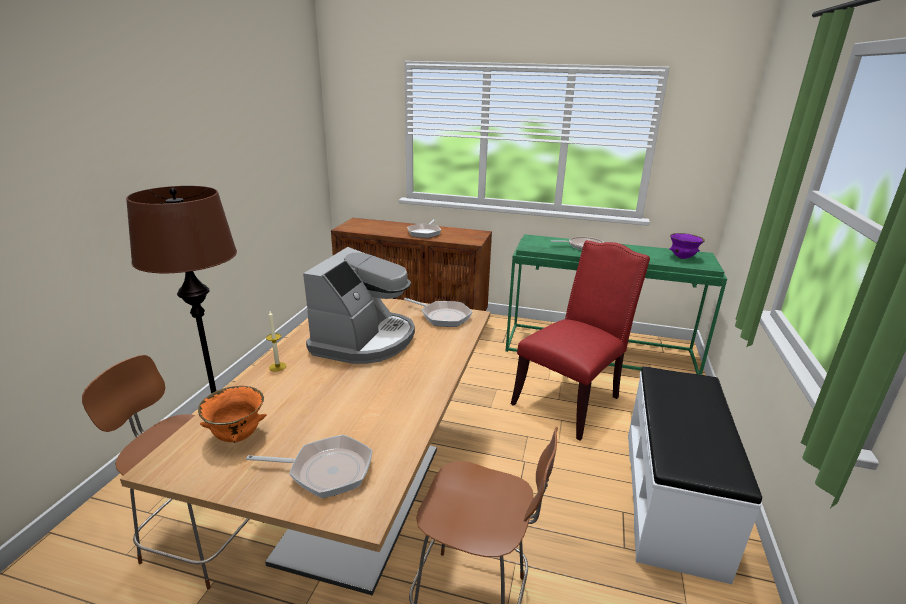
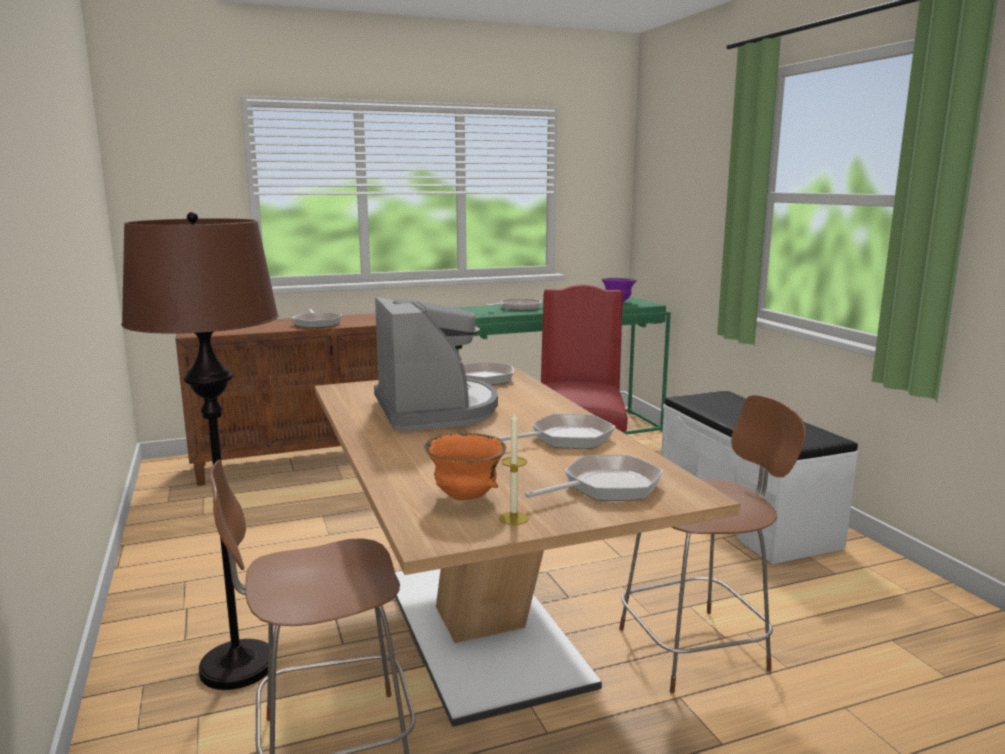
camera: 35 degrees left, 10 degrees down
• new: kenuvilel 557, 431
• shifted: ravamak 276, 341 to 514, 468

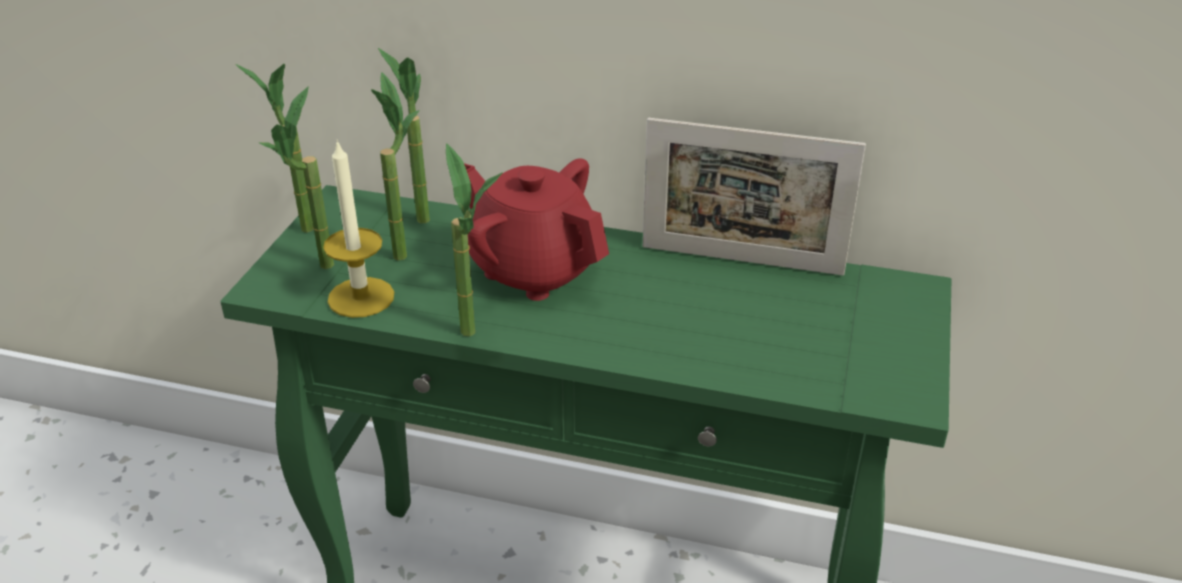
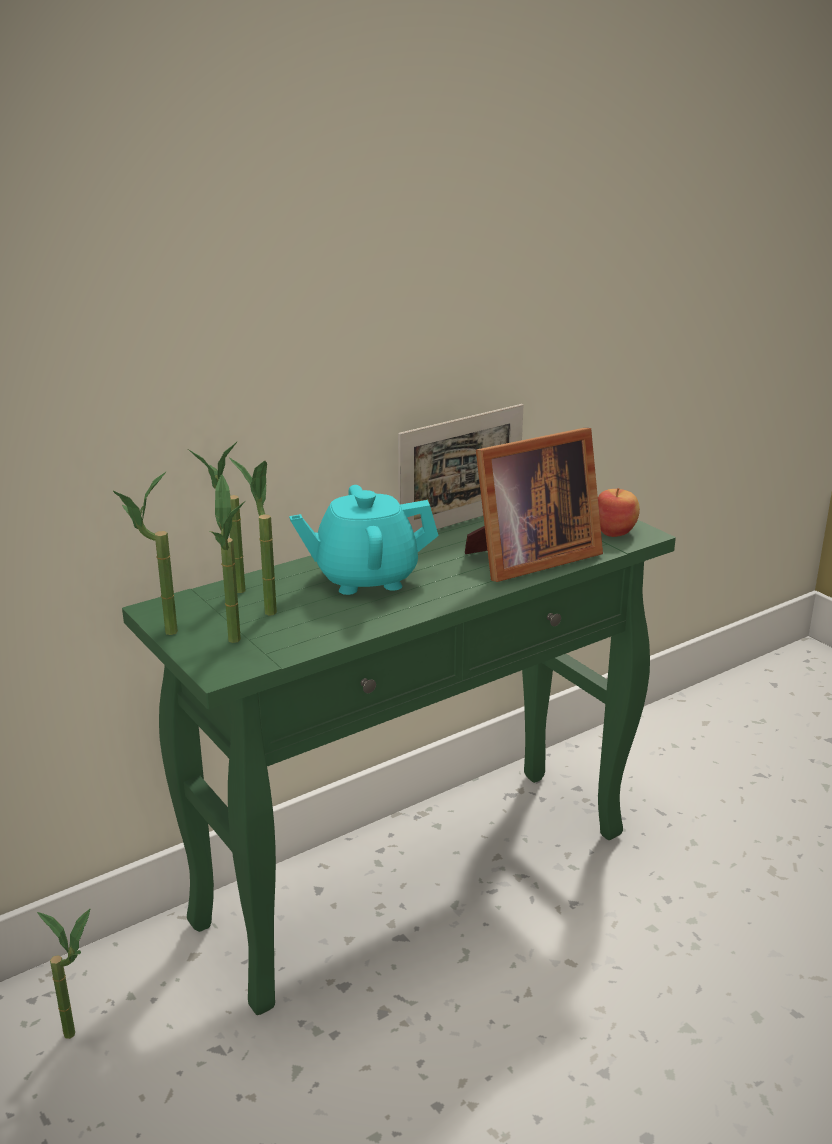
camera: 50 degrees left, 10 degrees down
• gone: ravamak 358, 228
• new: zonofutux 534, 505
• new: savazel 619, 512
• shifted: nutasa 474, 239 to 63, 974
• repainted: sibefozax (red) 536, 229 to sibefozax (turquoise) 364, 540

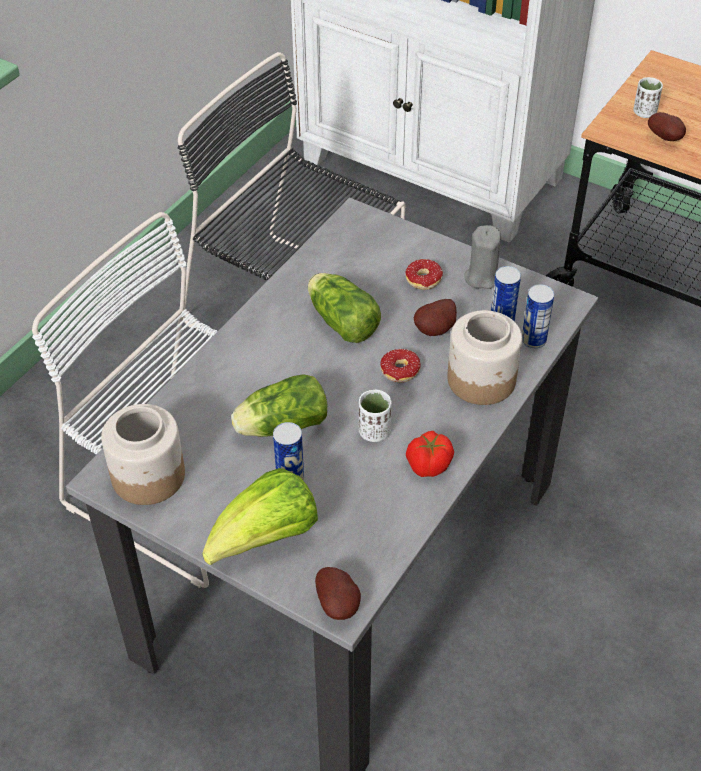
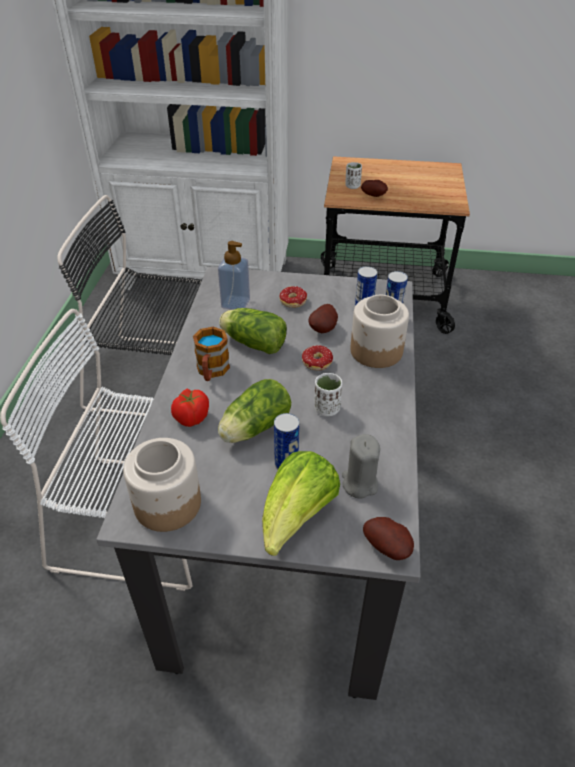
camera: 25 degrees left, 5 degrees down
• new: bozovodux 211, 354
• new: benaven 234, 275
• shifted: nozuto 430, 454 to 190, 408
• shifted: ravamak (grey) 482, 257 to 361, 466

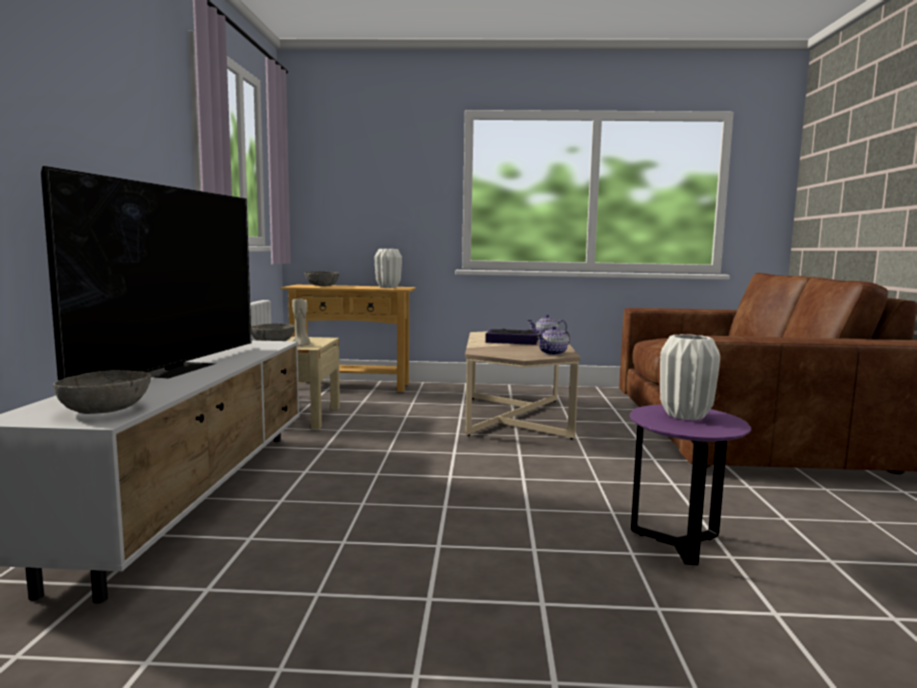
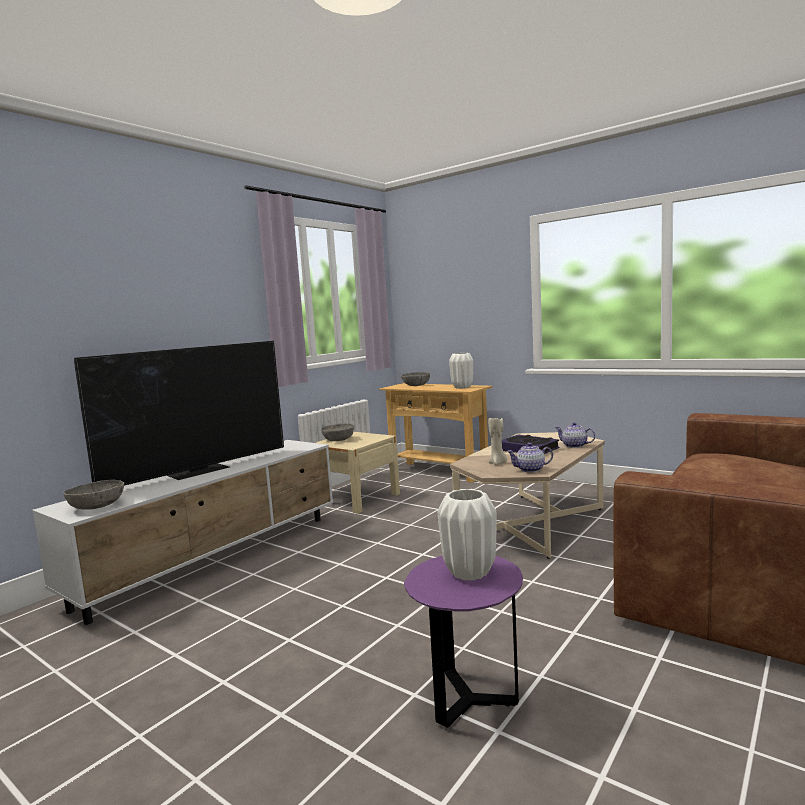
camera: 35 degrees right, 0 degrees up
• shifted: ravamak (beige) 301, 322 to 497, 440

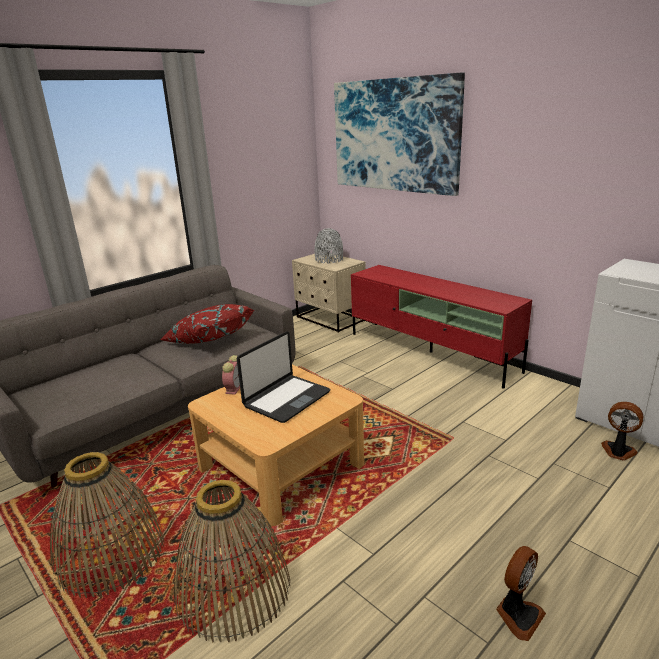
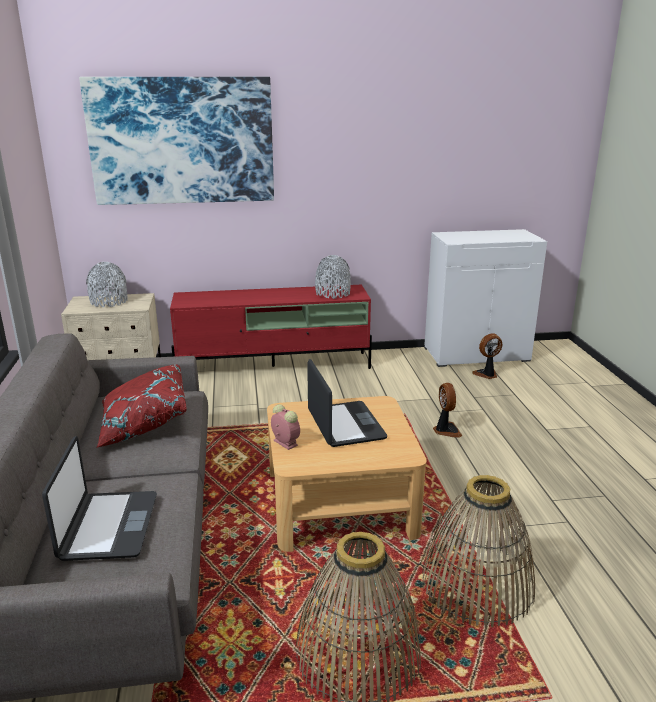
camera: 55 degrees left, 0 degrees up
• new: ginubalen 99, 498
• new: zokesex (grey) 333, 277
• shifted: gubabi 521, 593 to 448, 410

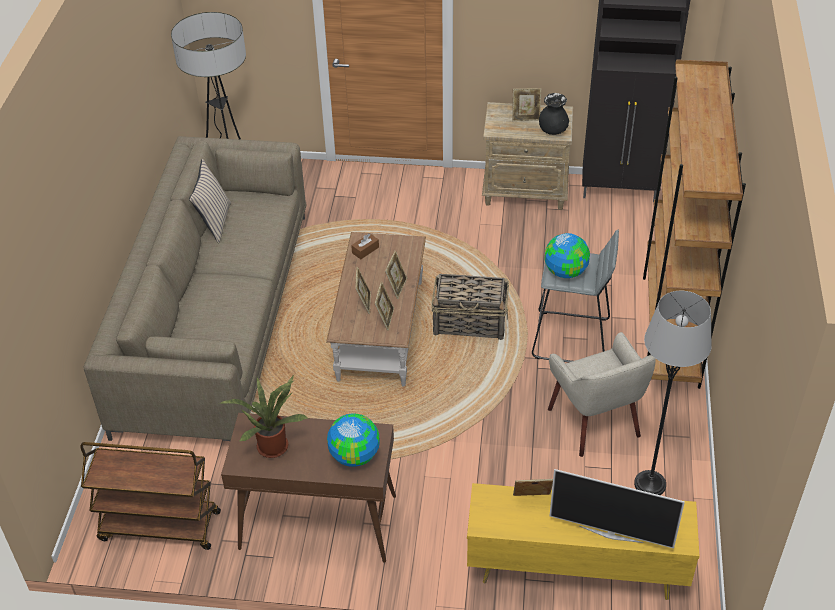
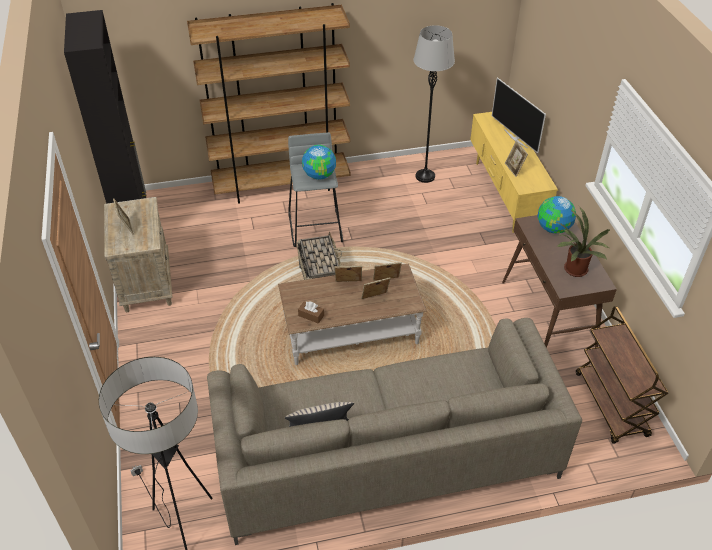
camera: 110 degrees left, 0 degrees up
• gone: zokesex (black) 554, 114
• gone: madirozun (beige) 602, 394
• rotated: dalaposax 617, 509 = 519, 115 150 degrees clockwise

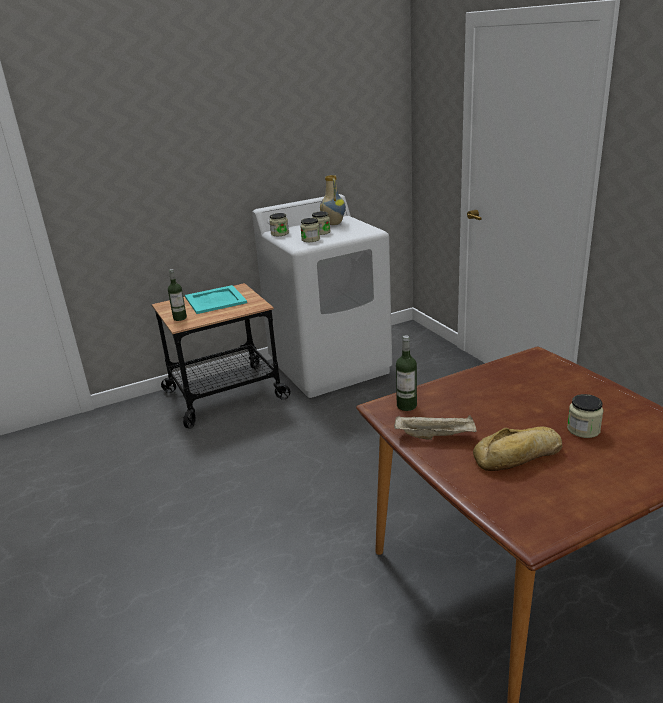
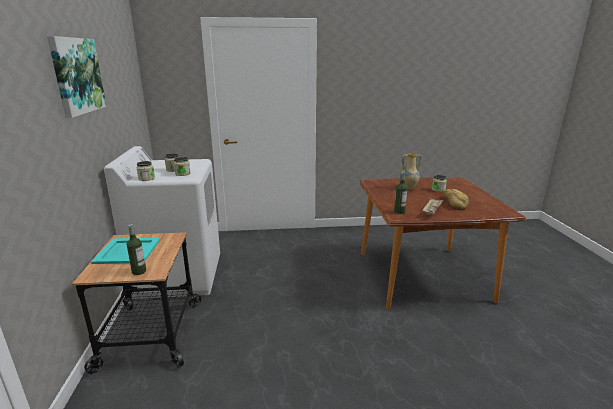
camera: 70 degrees left, 5 degrees down
• new: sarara 77, 77
• shifted: zokesex 333, 200 to 410, 171

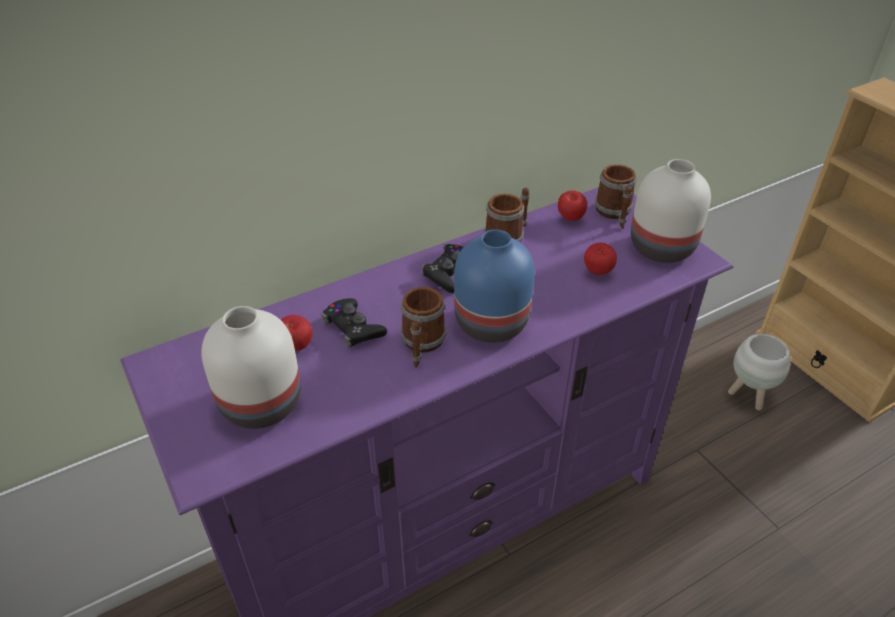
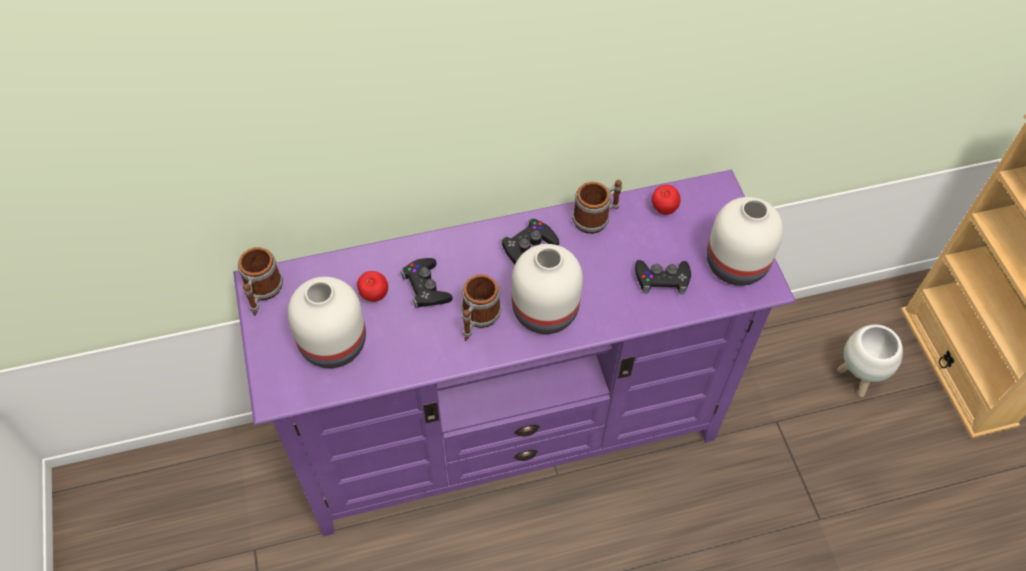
camera: 15 degrees right, 15 degrees up
• shifted: bozovodux 615, 196 to 260, 281
• swapped: savazel 600, 259 to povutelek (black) 663, 277
• repainted: zokesex (blue) 494, 286 to zokesex (white) 547, 289

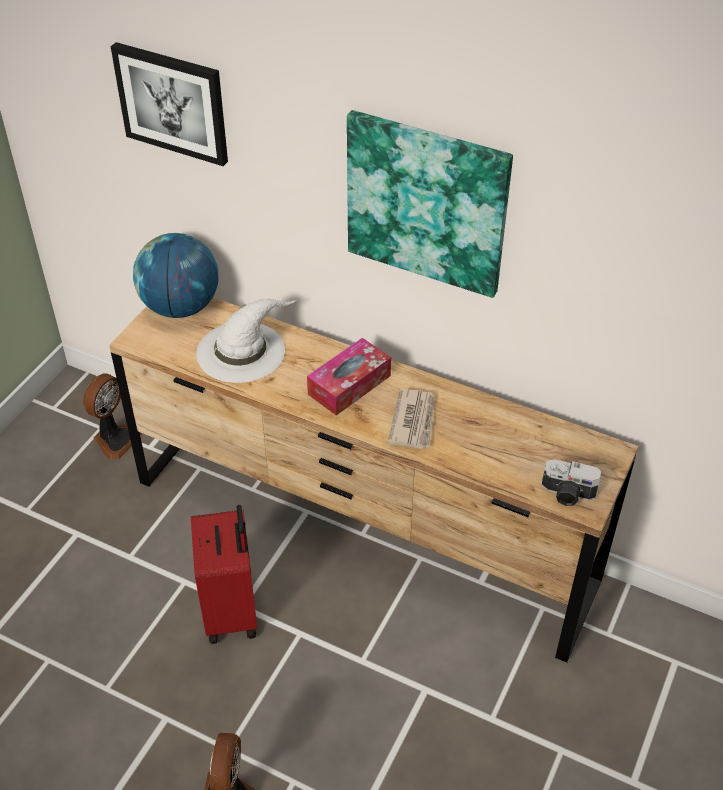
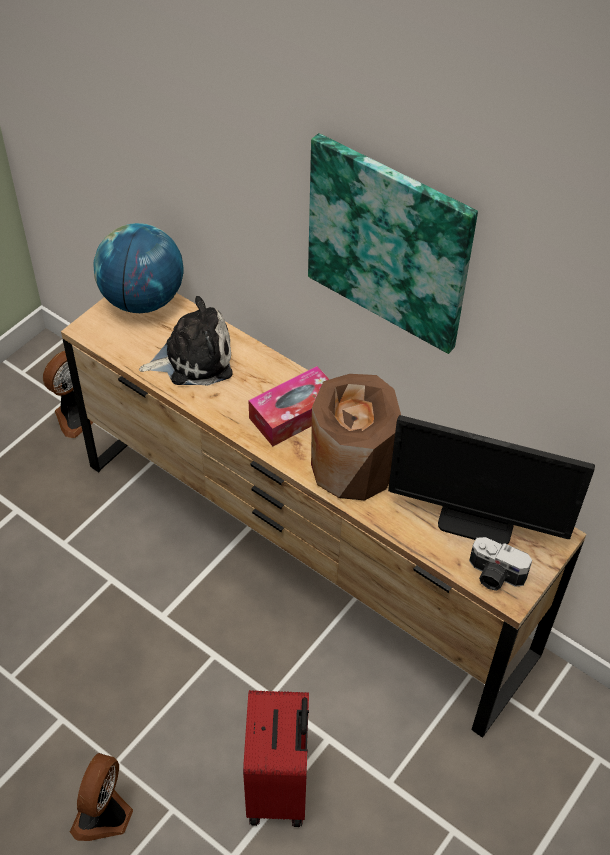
camera: 10 degrees right, 5 degrees up
• gone: sarara 169, 104
• new: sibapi 491, 480
• shifted: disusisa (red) 224, 574 to 276, 758
• swapped: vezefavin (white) 246, 341 to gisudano 186, 341
• swapped: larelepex 411, 419 to zokesex (brown) 356, 437

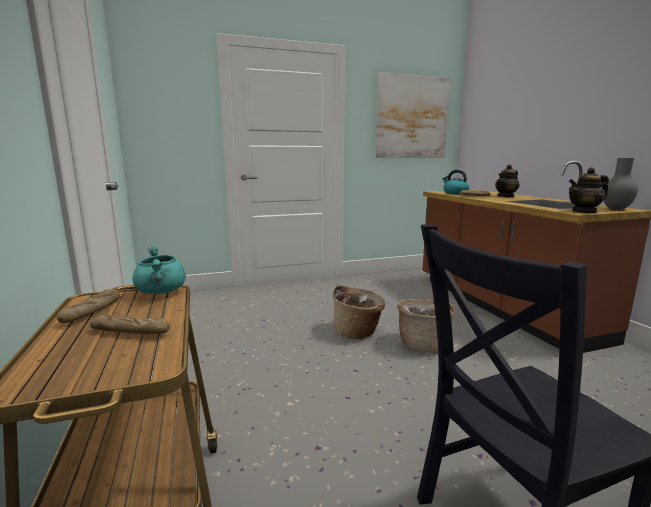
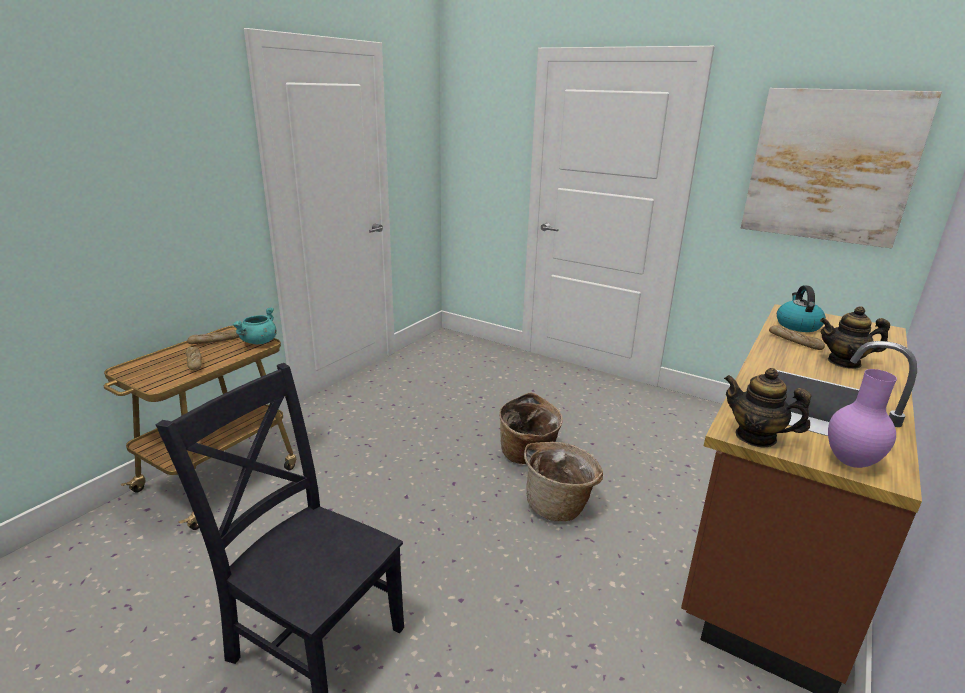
camera: 50 degrees right, 10 degrees up
• repainted: zokesex (grey) 620, 184 to zokesex (purple) 862, 418

